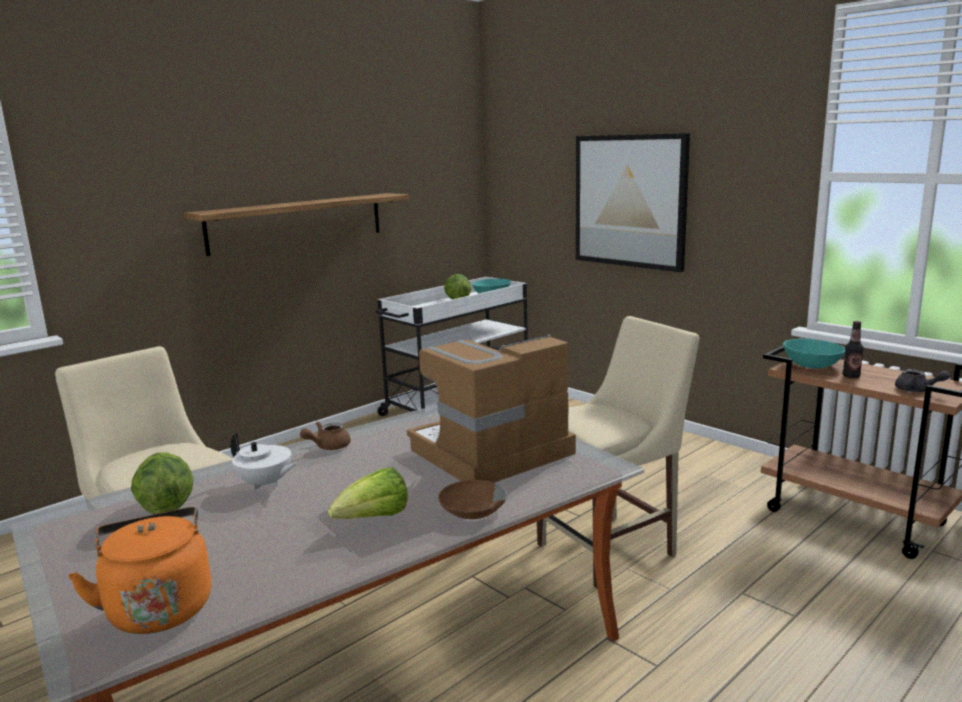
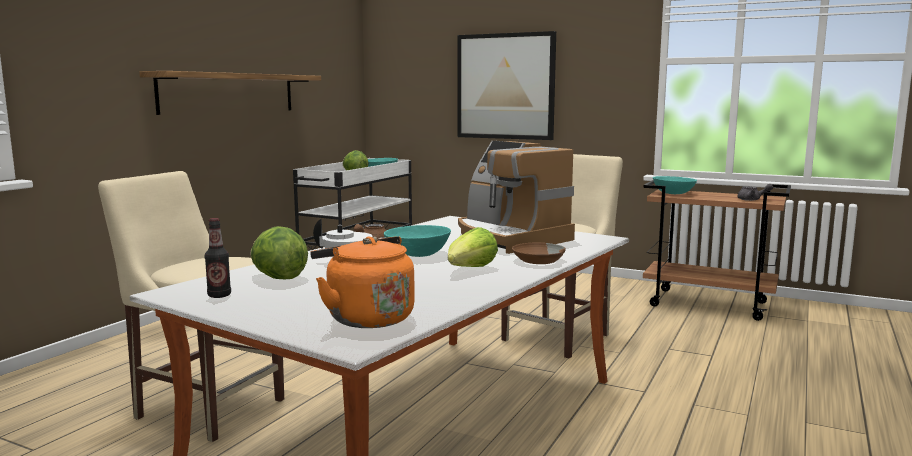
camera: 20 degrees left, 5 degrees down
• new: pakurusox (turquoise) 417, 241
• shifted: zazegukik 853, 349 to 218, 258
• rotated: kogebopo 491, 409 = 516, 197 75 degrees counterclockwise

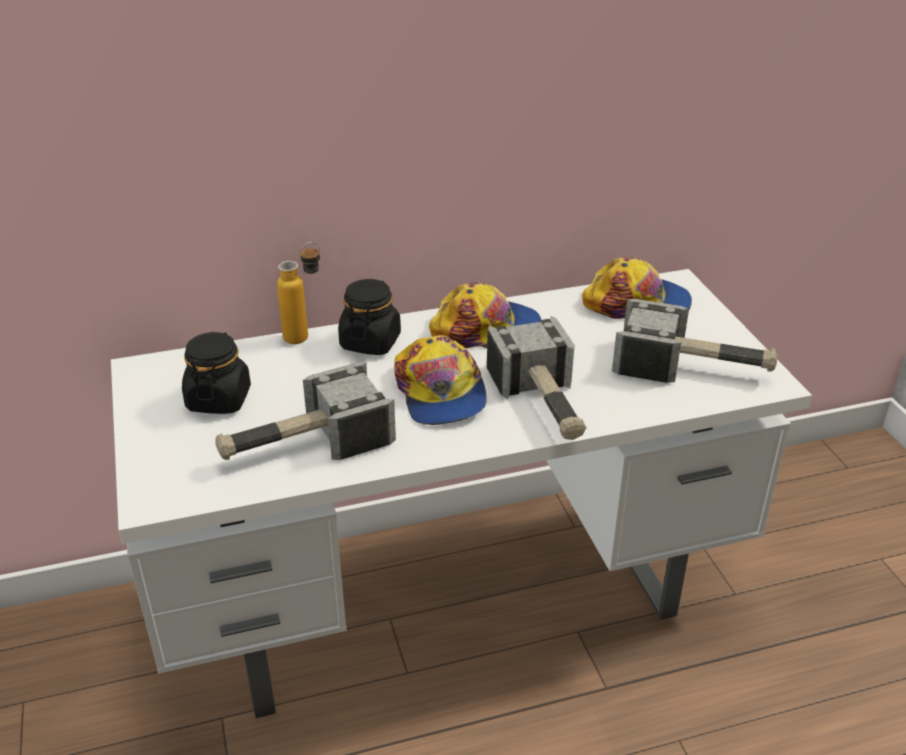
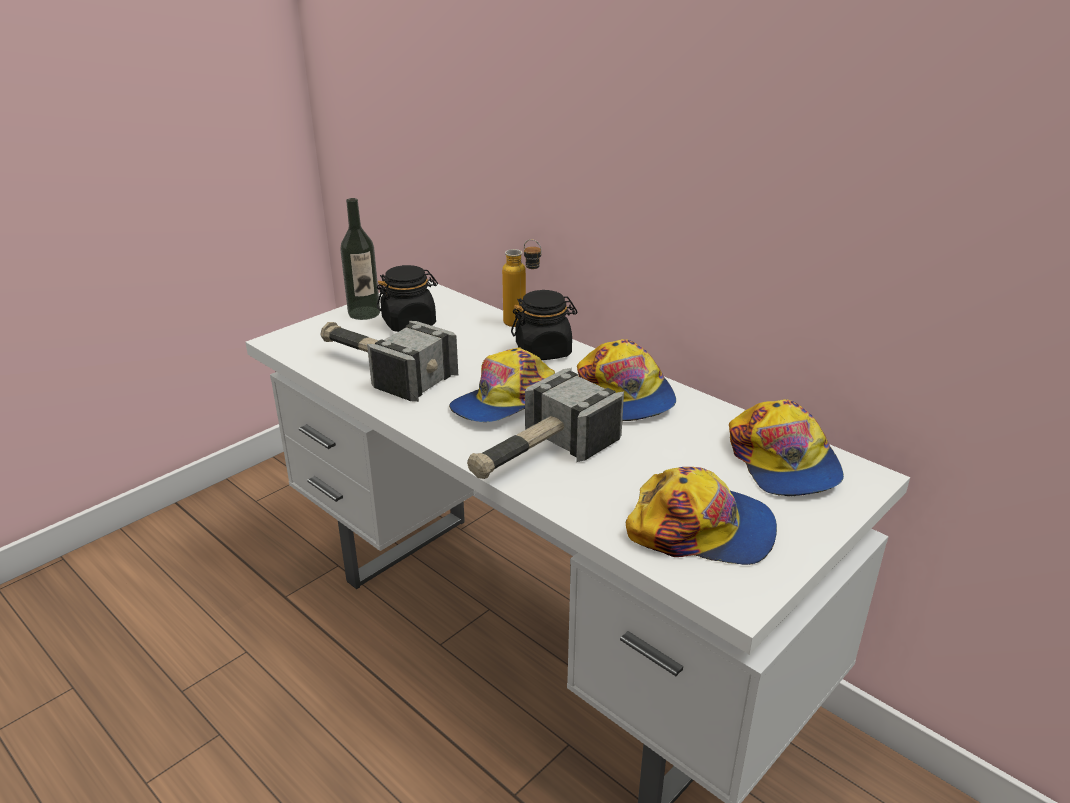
camera: 60 degrees right, 5 degrees down
• new: zazegukik 360, 259
• swapped: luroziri 695, 341 to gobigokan 701, 516

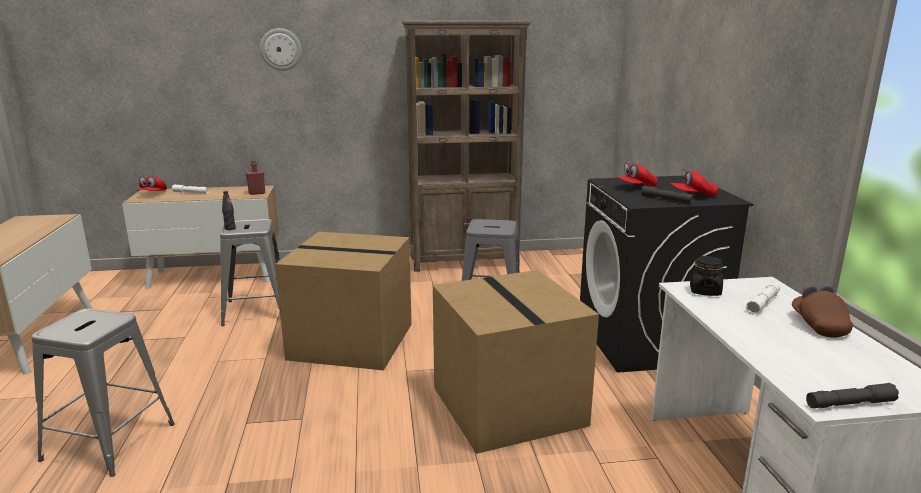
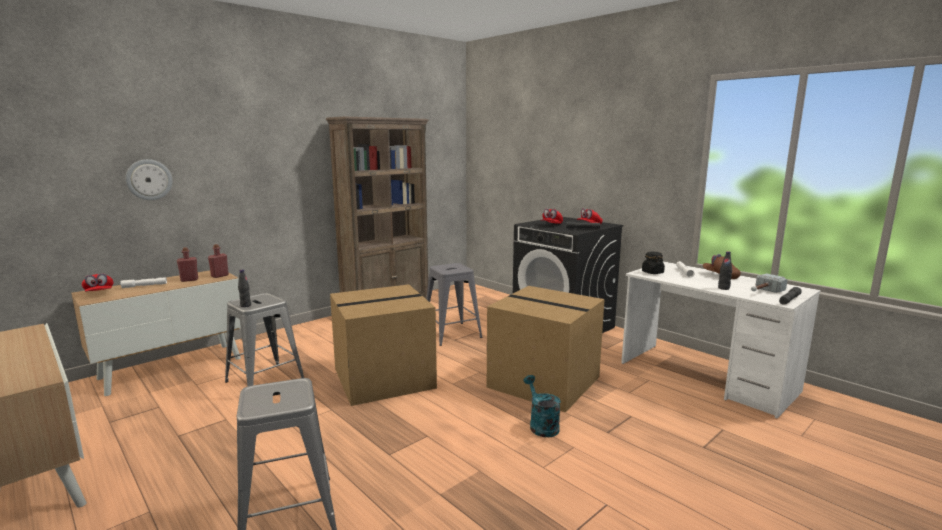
camera: 35 degrees left, 5 degrees down
• new: zazegukik (red) 187, 264
• new: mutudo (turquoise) 542, 406
• new: zazegukik (black) 725, 270
• new: luroziri 769, 283
• shifted: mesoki 281, 49 to 149, 179

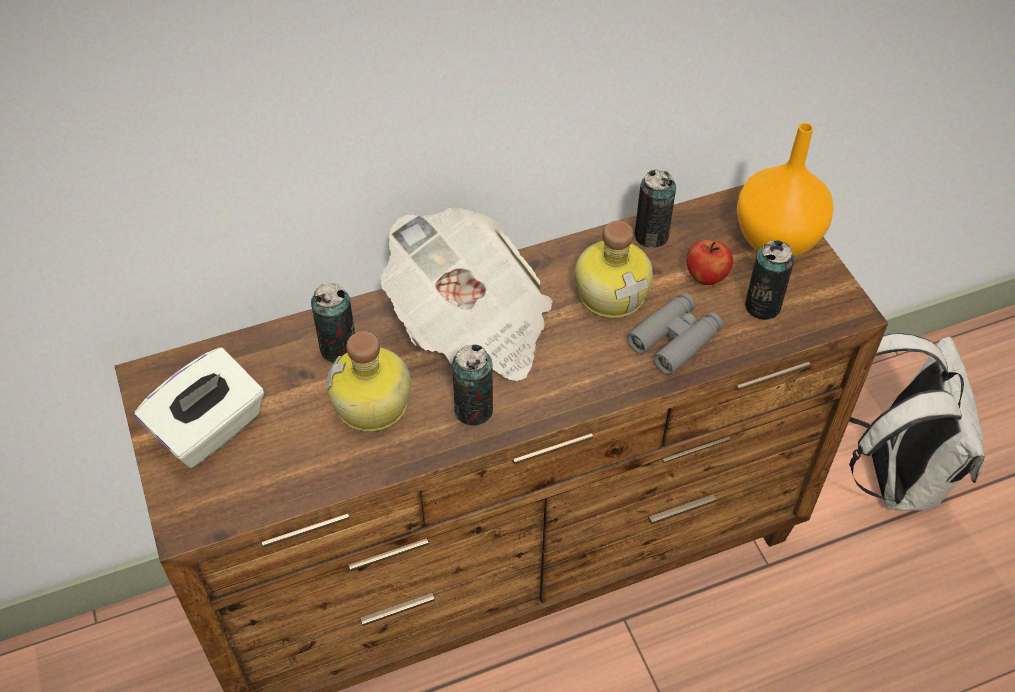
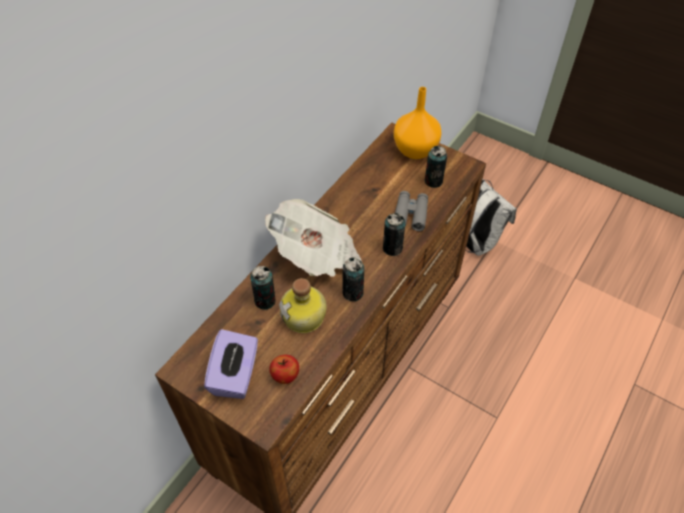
camera: 35 degrees left, 0 degrees up
• gone: zazegukik 614, 269
• shifted: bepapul 655, 208 to 394, 234
• shifted: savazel 709, 262 to 284, 369
• repainted: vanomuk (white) 199, 408 to vanomuk (purple) 231, 364

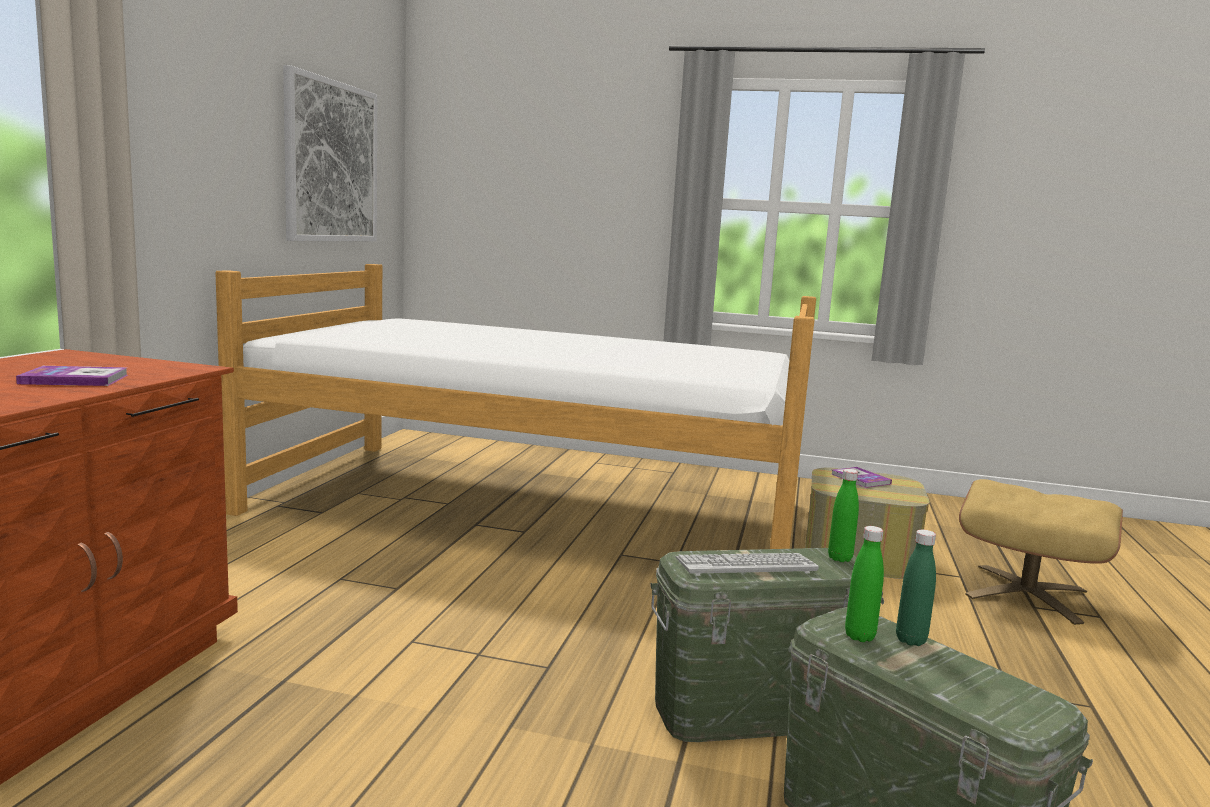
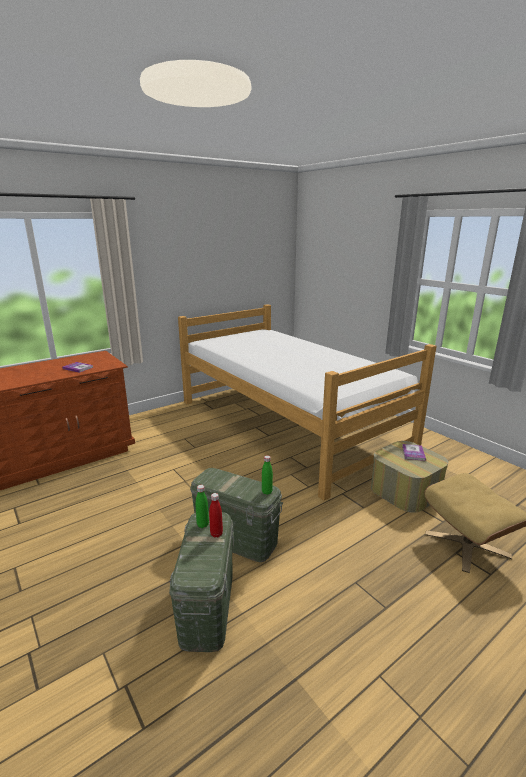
camera: 40 degrees right, 10 degrees up
• gone: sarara 330, 153
• gone: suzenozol 747, 564
• repainted: zazegukik (green) 916, 588 to zazegukik (red) 216, 515

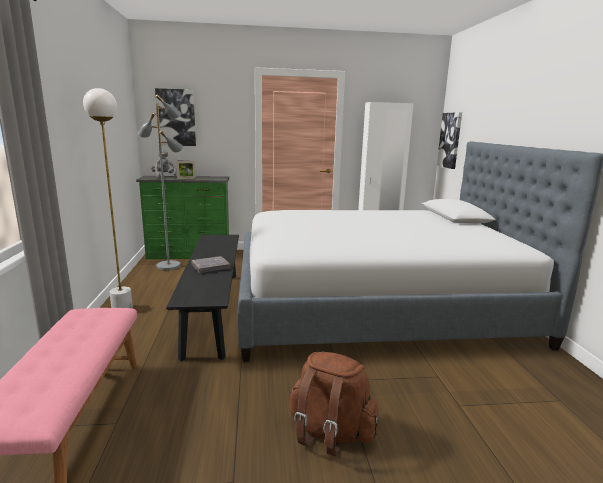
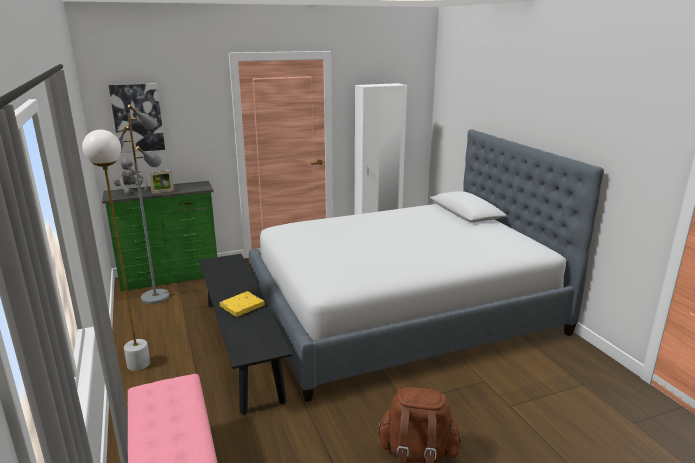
camera: 15 degrees left, 5 degrees up
• gone: sarara 449, 140
• repainted: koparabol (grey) 210, 264 to koparabol (yellow) 242, 304

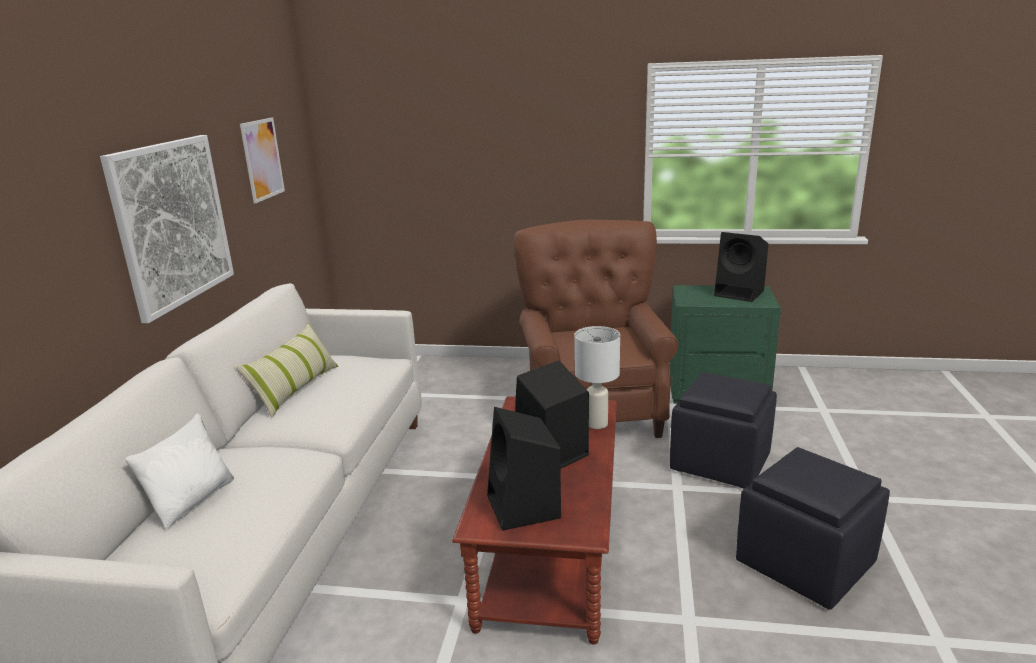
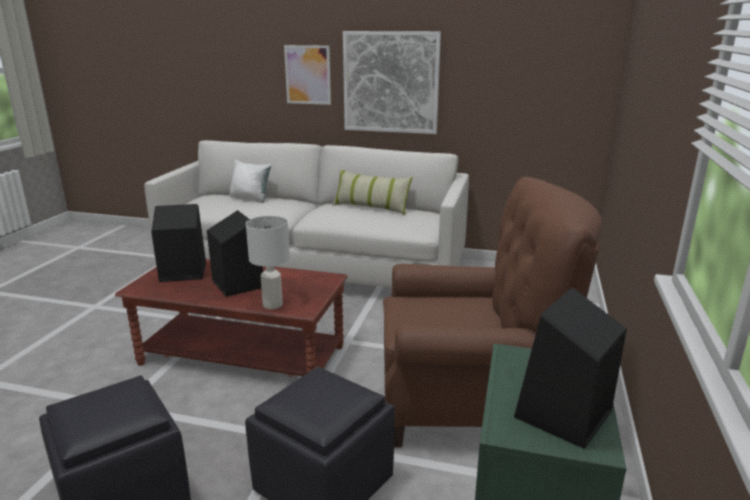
camera: 95 degrees right, 0 degrees up
• shifted: sarara 262, 160 to 307, 75

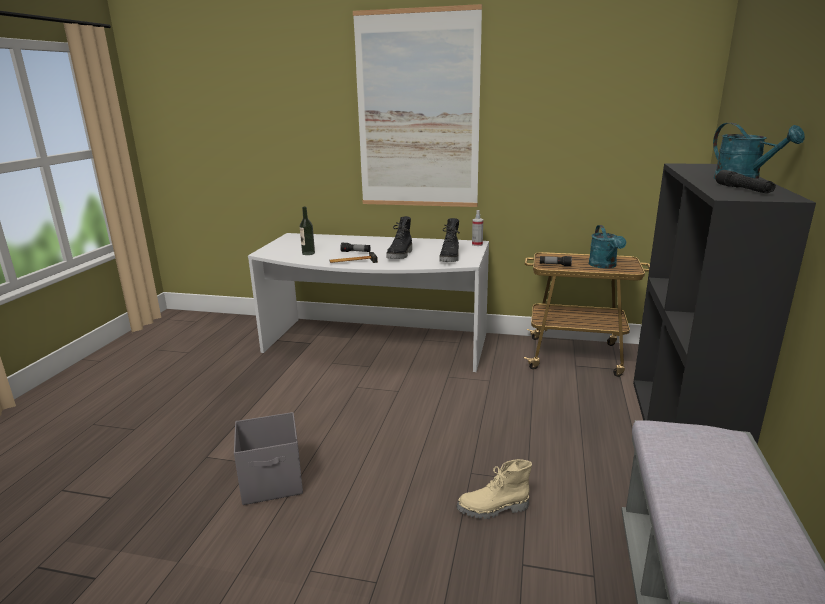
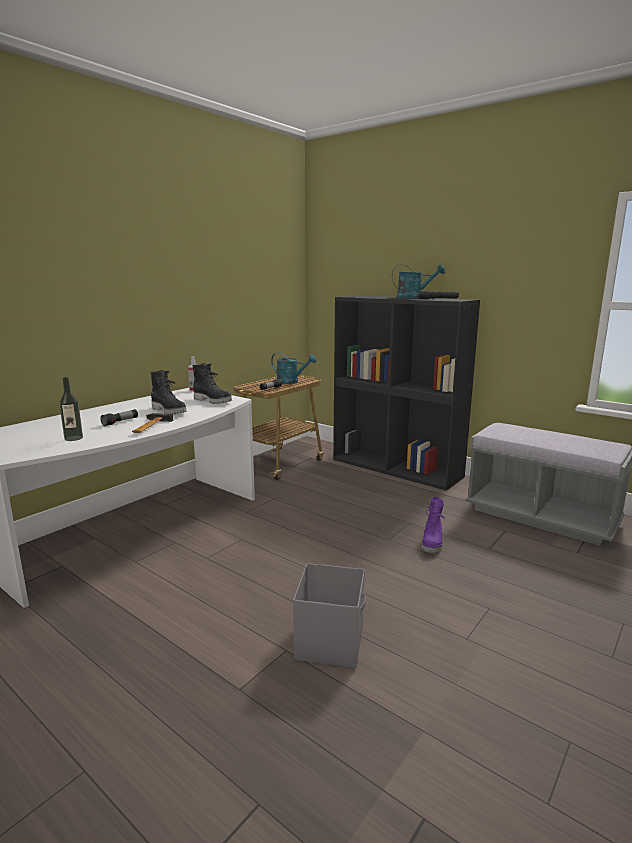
camera: 65 degrees left, 5 degrees down
• gone: sarara 417, 105
• repainted: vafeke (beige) 494, 489 to vafeke (purple) 433, 525

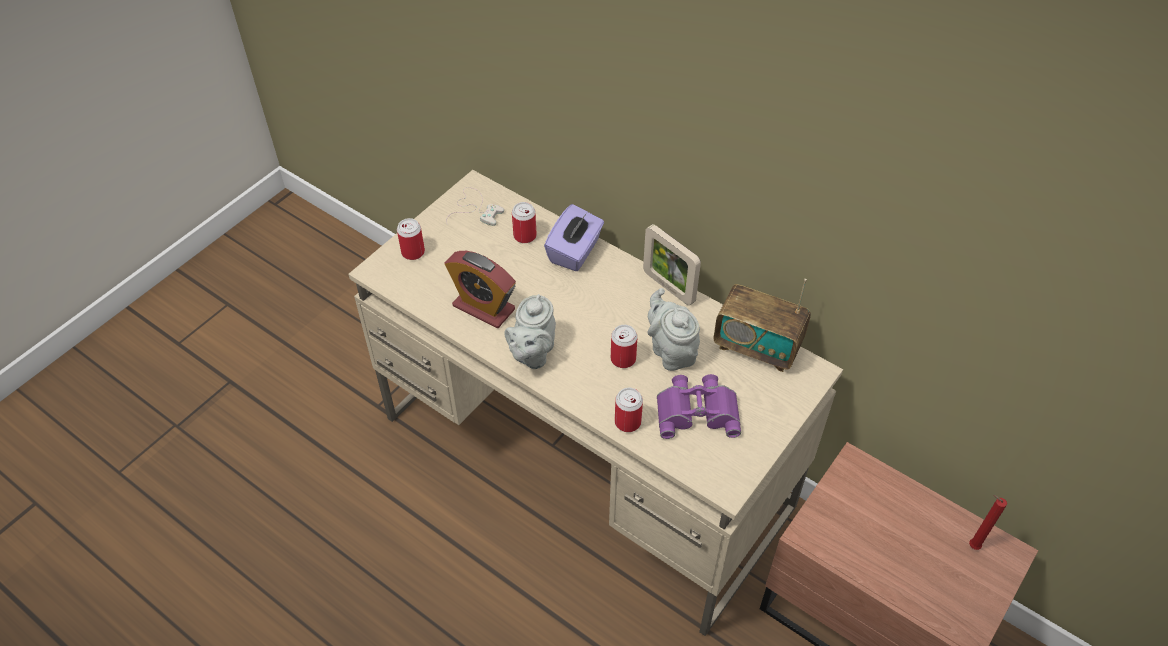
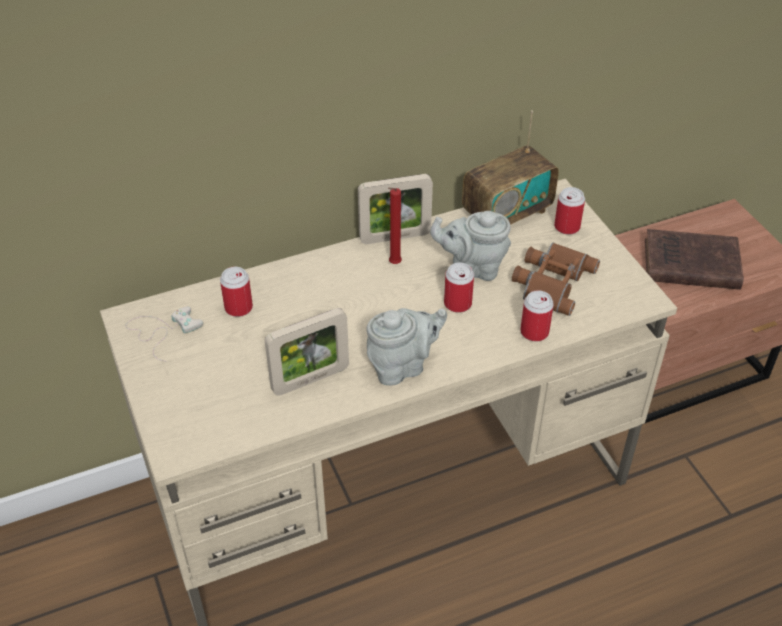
camera: 60 degrees left, 5 degrees down
• gone: vanomuk (purple) 574, 237
• new: koparabol (brown) 694, 259
• shifted: bepapul 411, 239 to 569, 211
• shifted: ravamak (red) 988, 522 to 395, 226
• swapped: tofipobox 480, 289 to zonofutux 307, 352
• repainted: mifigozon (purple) 699, 406 to mifigozon (brown) 556, 279
• rotated: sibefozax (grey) 530, 331 = 406, 347 75 degrees counterclockwise

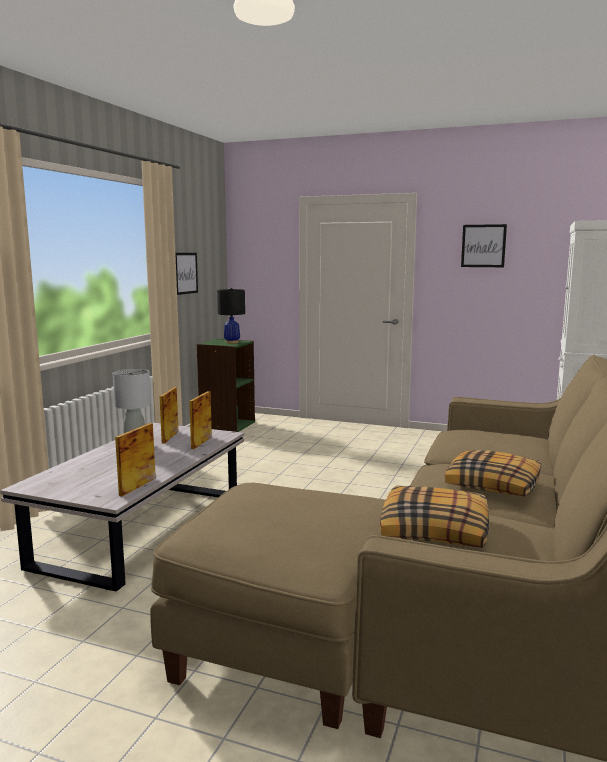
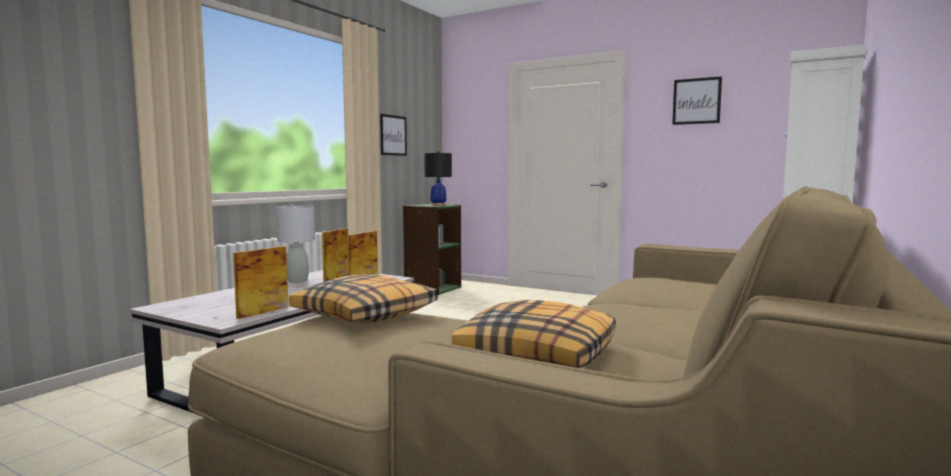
camera: 10 degrees right, 5 degrees down
• shifted: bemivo 493, 473 to 363, 298

